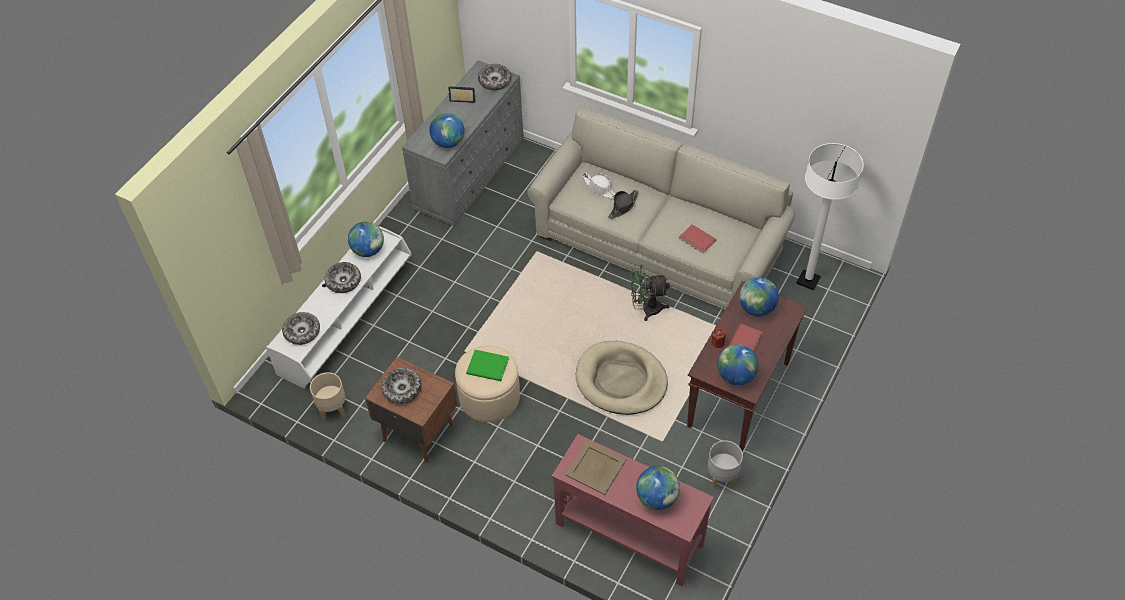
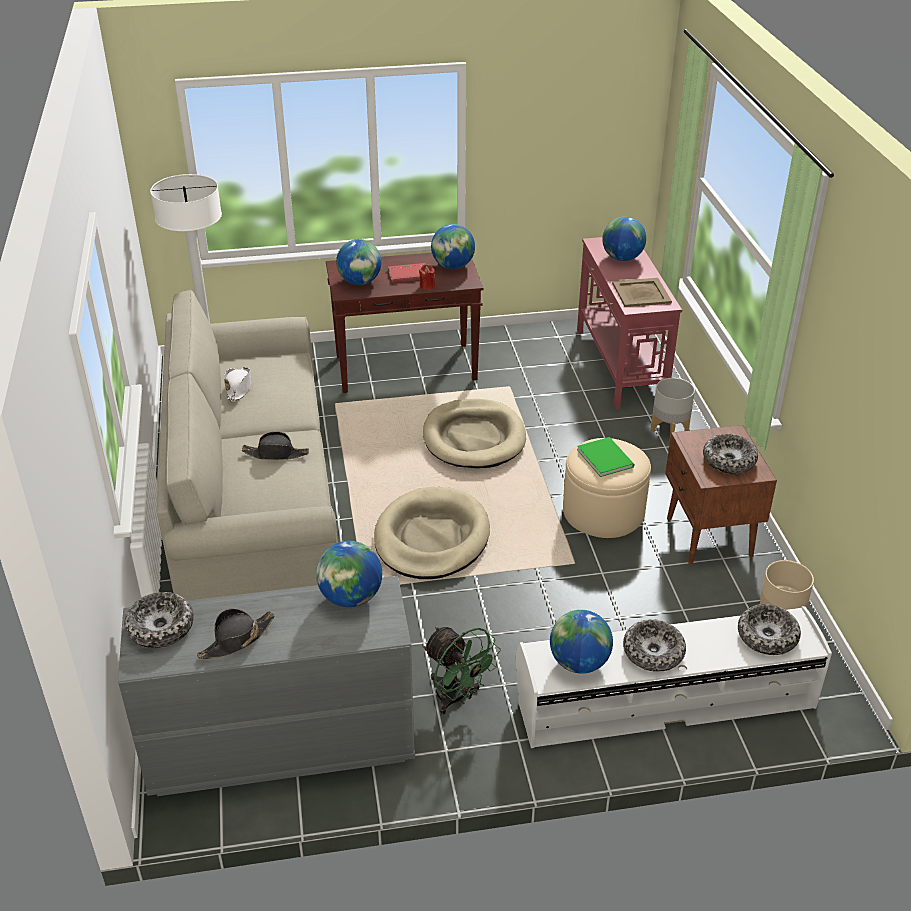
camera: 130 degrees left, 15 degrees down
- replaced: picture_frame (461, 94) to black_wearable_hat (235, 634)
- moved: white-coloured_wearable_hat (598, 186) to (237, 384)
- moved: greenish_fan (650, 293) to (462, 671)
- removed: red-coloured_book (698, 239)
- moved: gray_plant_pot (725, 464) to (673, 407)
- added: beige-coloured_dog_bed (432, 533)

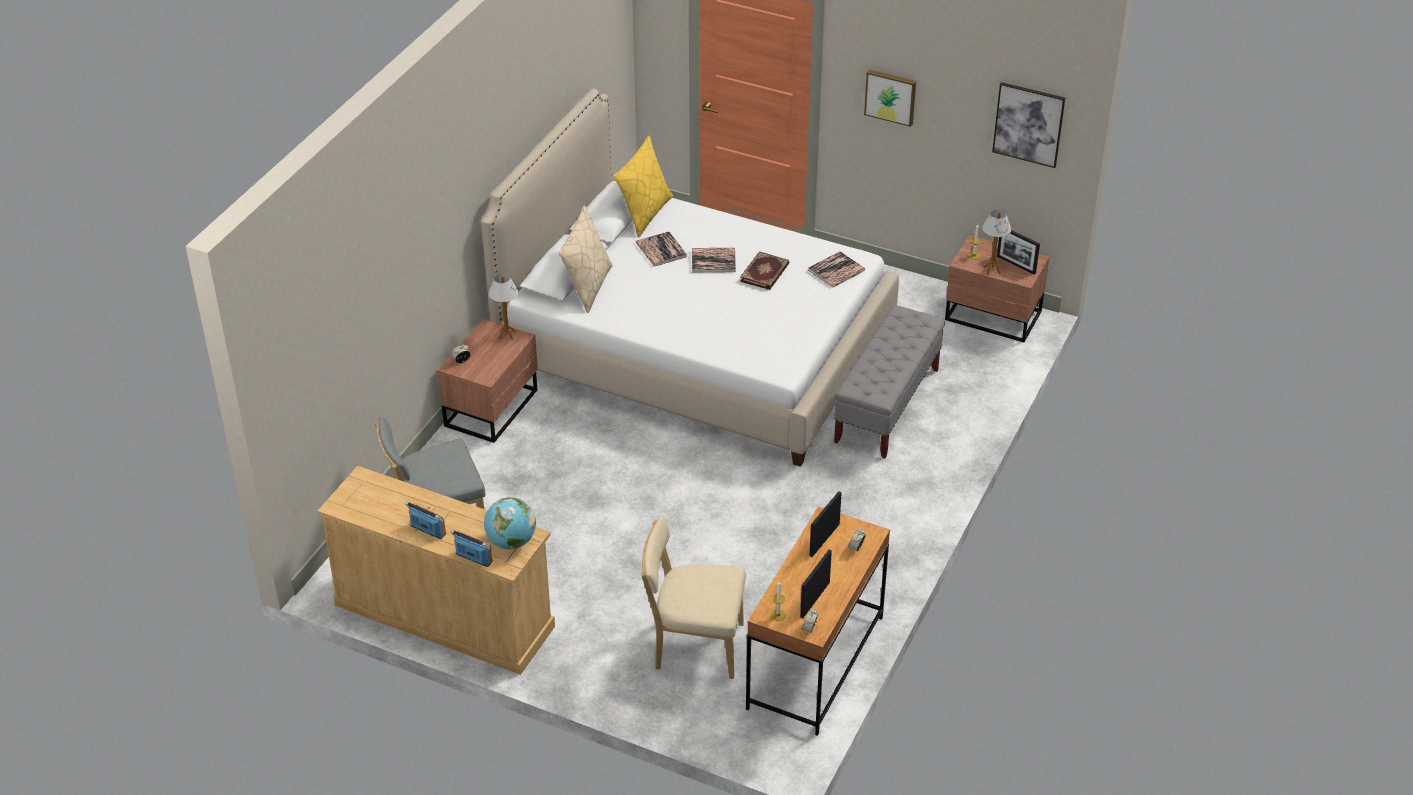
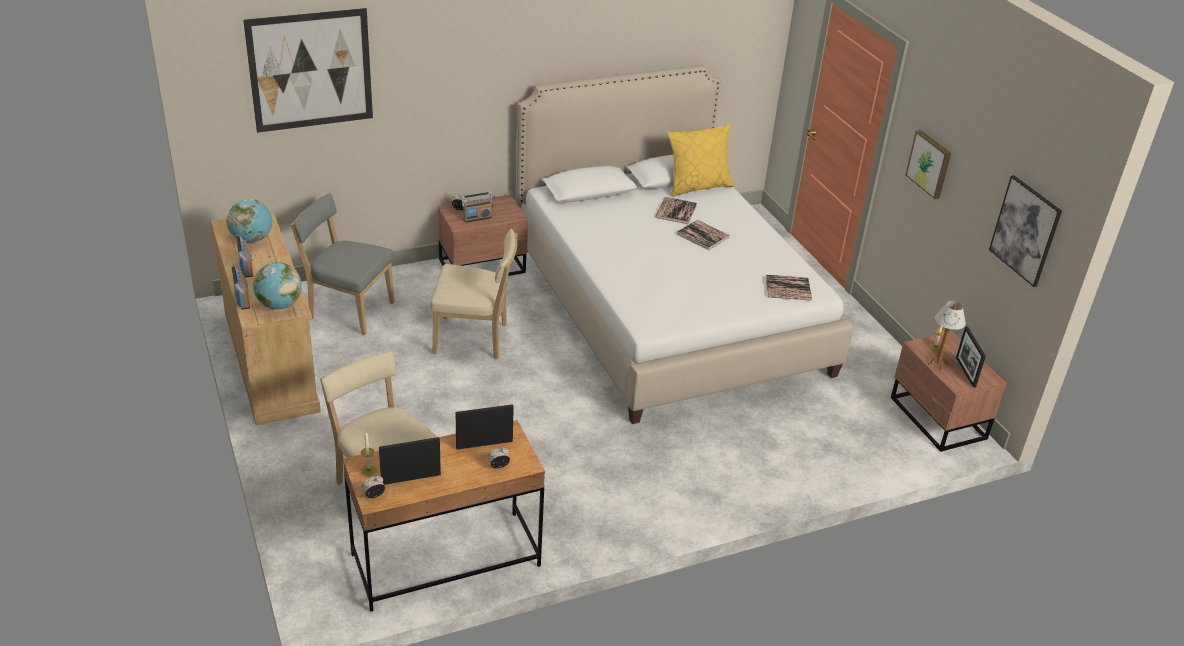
camera: 40 degrees right, 5 degrees down
- removed: lamp_for_a_table (503, 306)
- removed: beige-coloured_throw_pillow (585, 259)
- removed: book (765, 270)
- removed: gray_long_seat (889, 381)
- added: desk_globe (249, 221)
- added: wall_art (308, 70)
- added: beige-coloured_chair (474, 294)
- added: radio (477, 207)

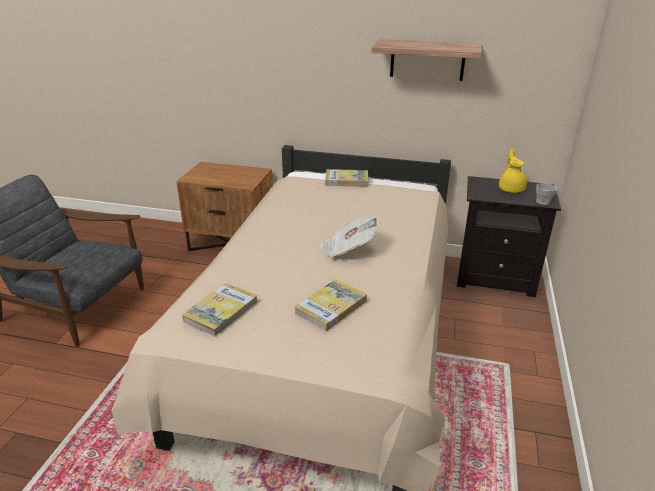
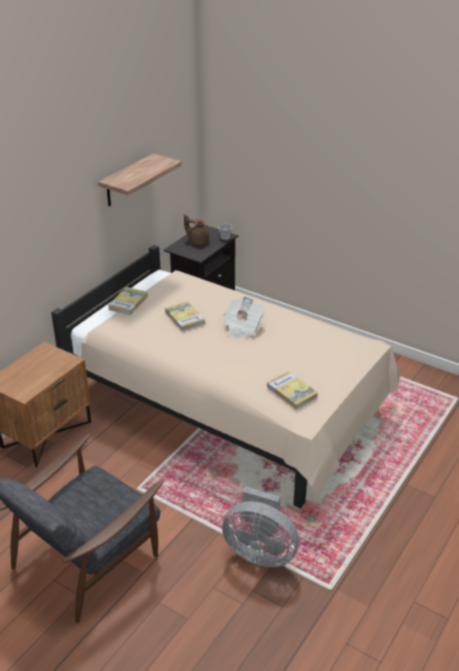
camera: 70 degrees left, 5 degrees up
- moved: book (330, 305) to (185, 316)
- recoloured: yellowish_teapot (513, 170) to brown_teapot (196, 229)
- added: gray_fan (260, 527)

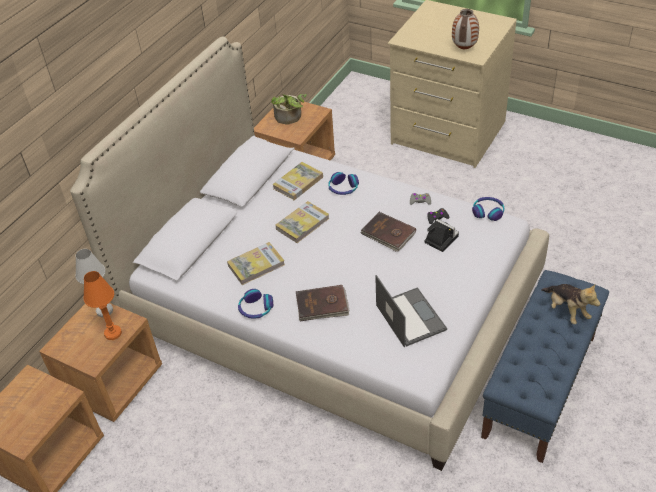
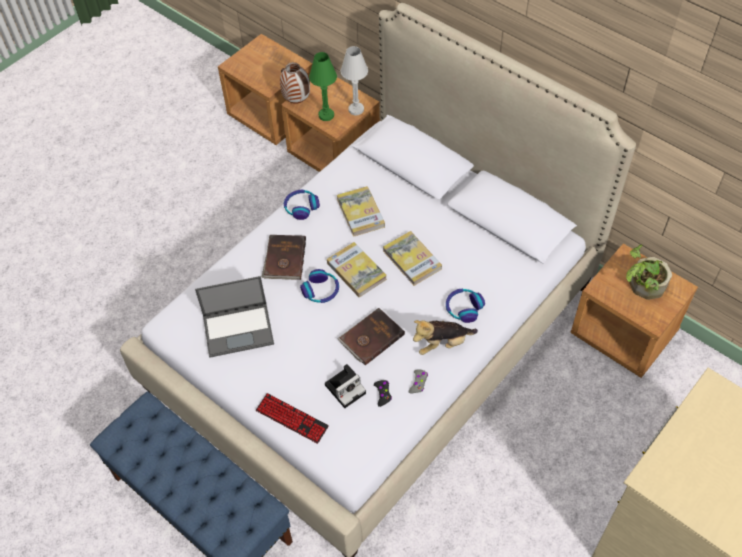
camera: 100 degrees right, 10 degrees up
- recoloured: orange-coloured_lamp_for_a_table (103, 305) to greenish_lamp_for_a_table (323, 86)
- moved: book (297, 181) to (357, 269)
- moved: decorative_vase (465, 29) to (295, 83)
- moved: headset (488, 209) to (319, 286)
- moved: soft_toy (570, 304) to (445, 337)
- added: keyboard (292, 418)

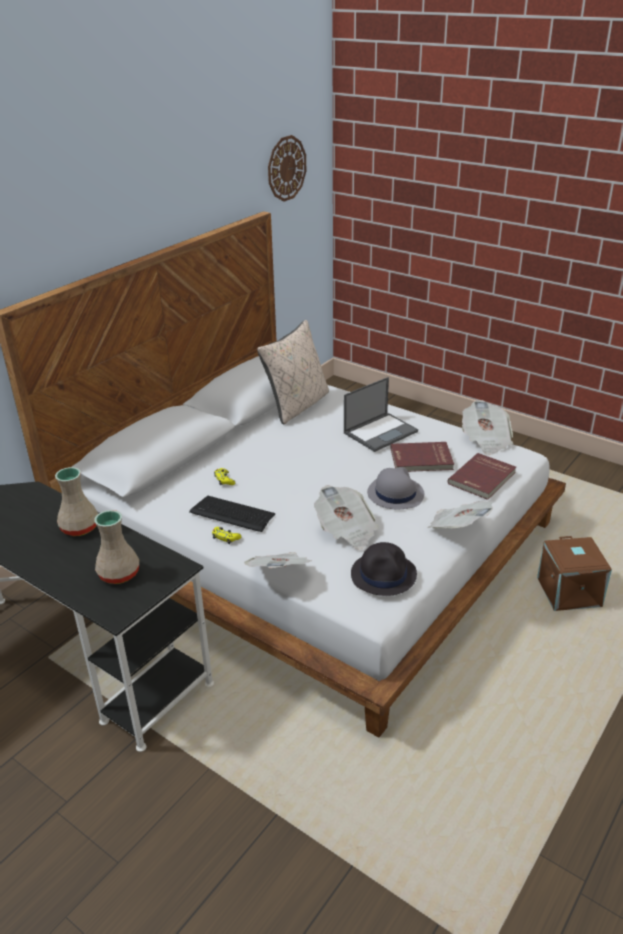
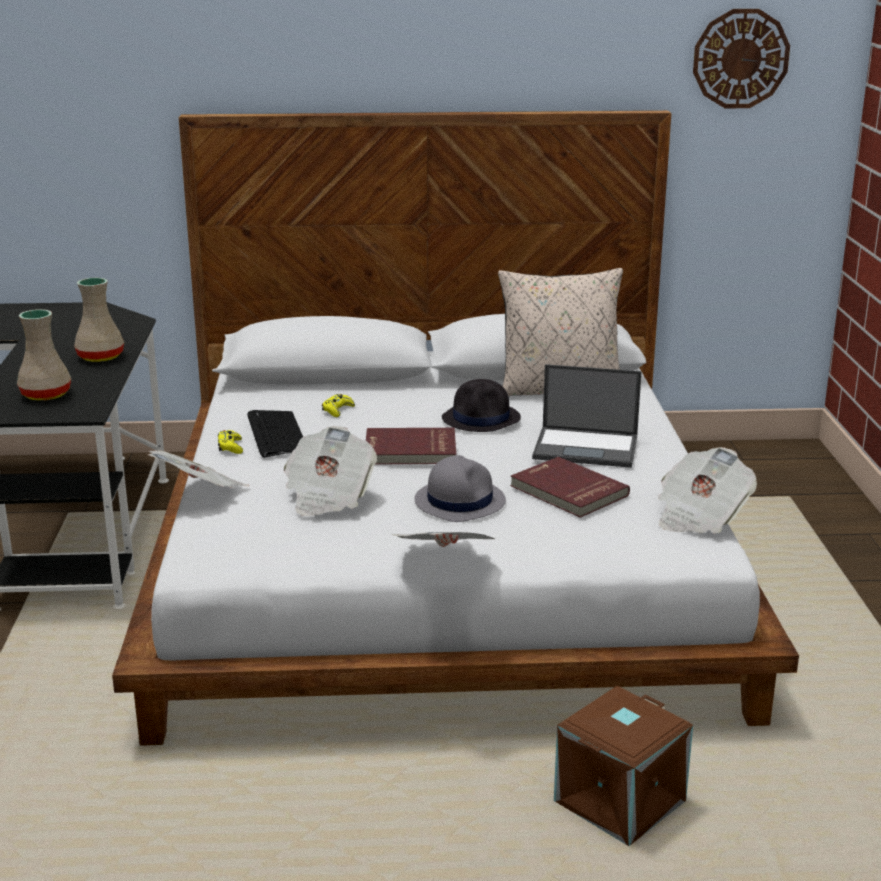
camera: 50 degrees right, 10 degrees down
- moved: black_wearable_hat (384, 569) to (481, 405)
- moved: red-coloured_book (482, 476) to (411, 446)

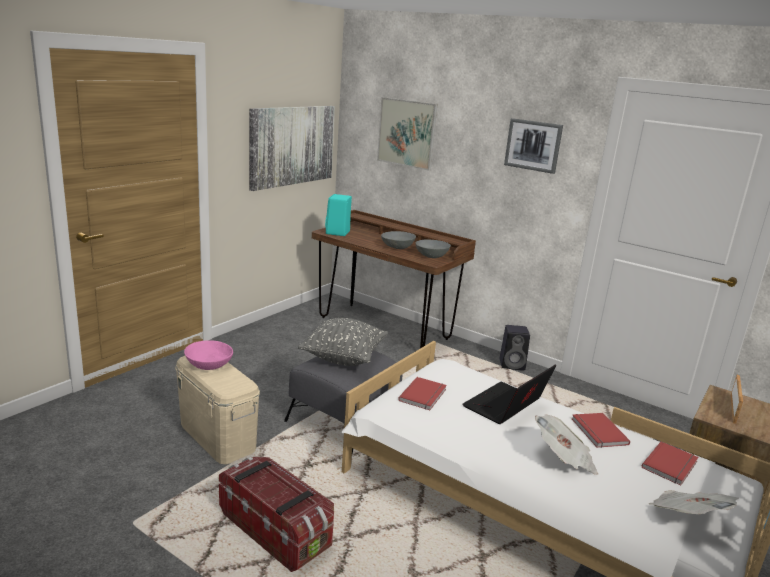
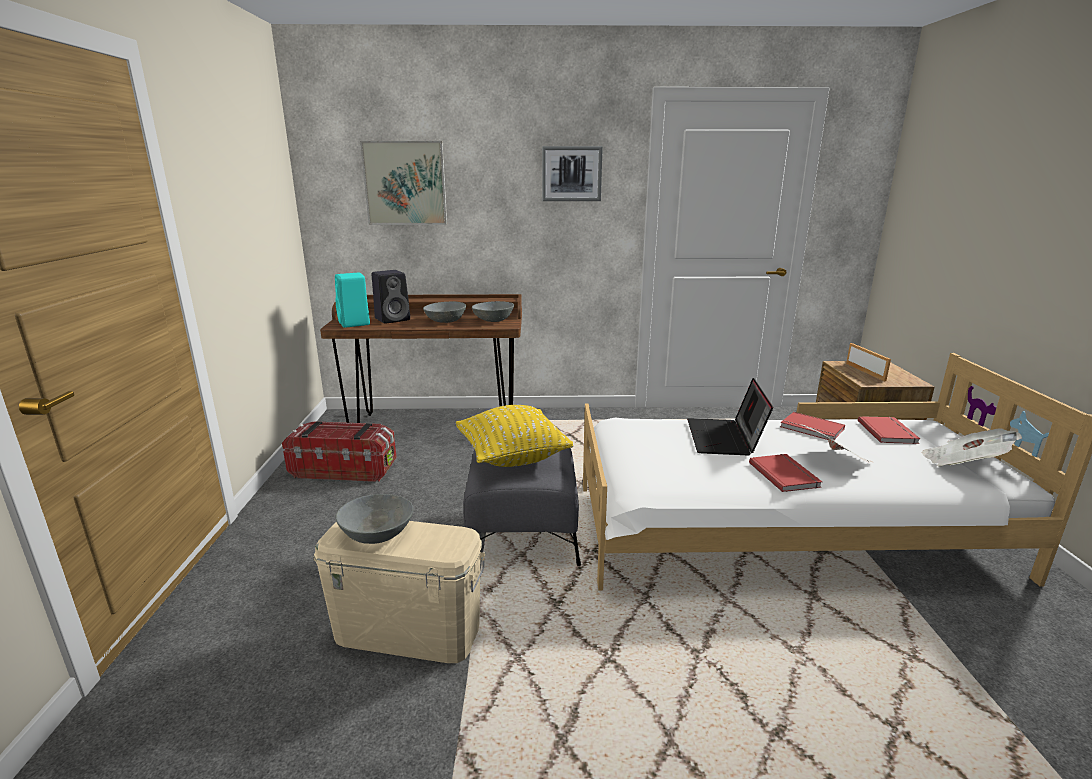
camera: 35 degrees left, 0 degrees up
- recoloured: pink_bowl (208, 355) to gray_bowl (374, 519)
- moved: storage_box (276, 514) to (339, 451)
- removed: wall_art (292, 148)
- recoloured: gray_throw_pillow (343, 342) to yellowish_throw_pillow (514, 436)
- moved: red-coloured_book (422, 393) to (785, 473)
- moved: black_loudspeaker (515, 348) to (391, 297)

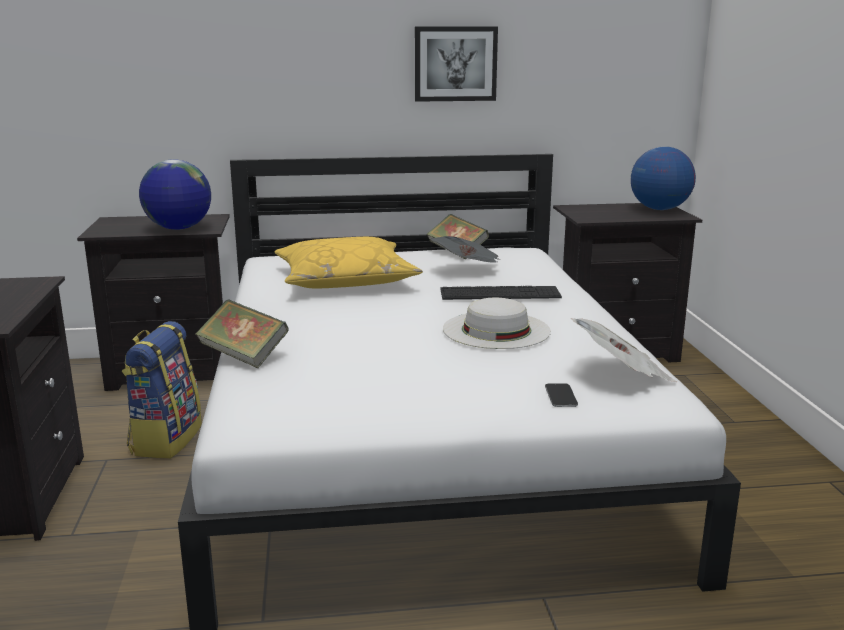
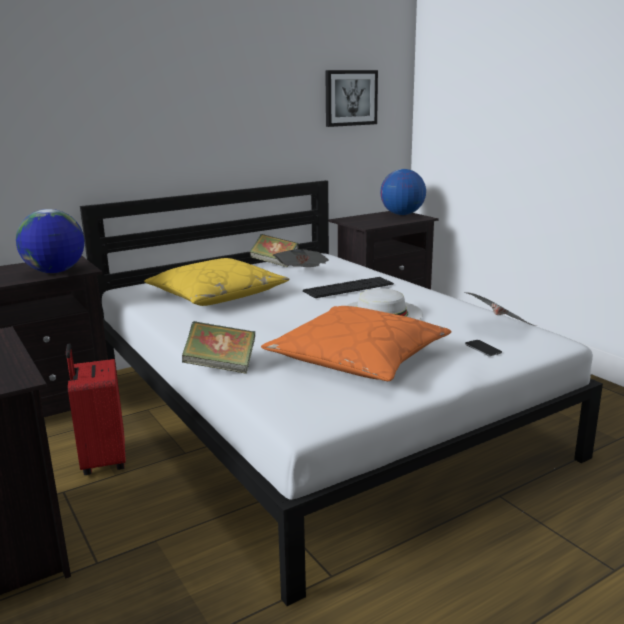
camera: 25 degrees left, 0 degrees up
- replaced: rucksack (162, 389) to red-coloured_piece_of_luggage (96, 409)
- moved: wall_art (456, 64) to (351, 98)
- added: orange-coloured_throw_pillow (356, 343)

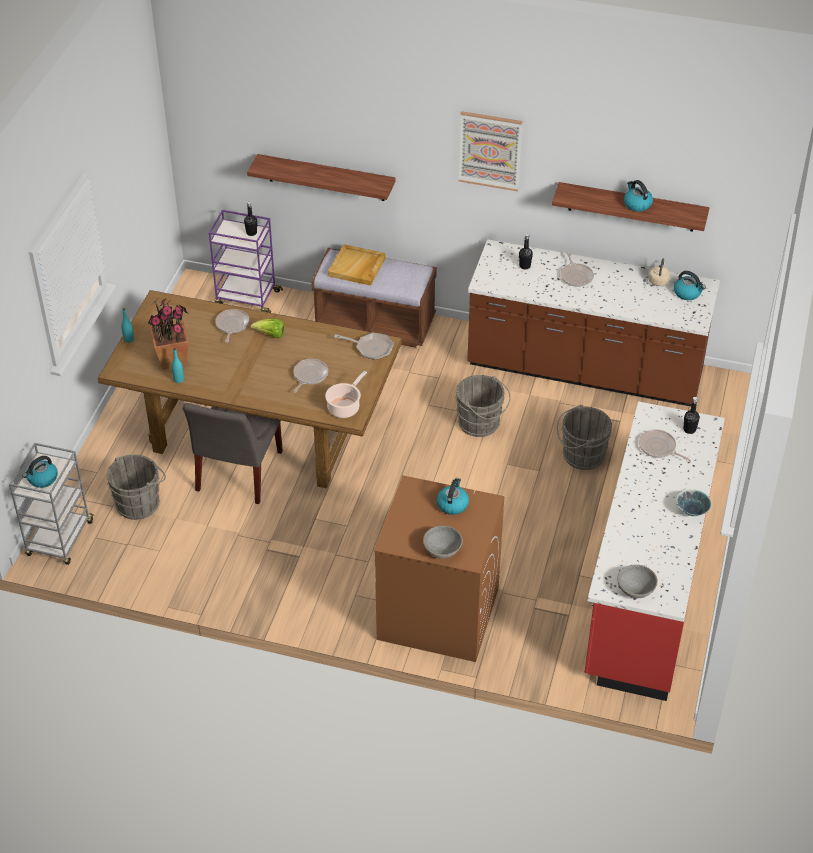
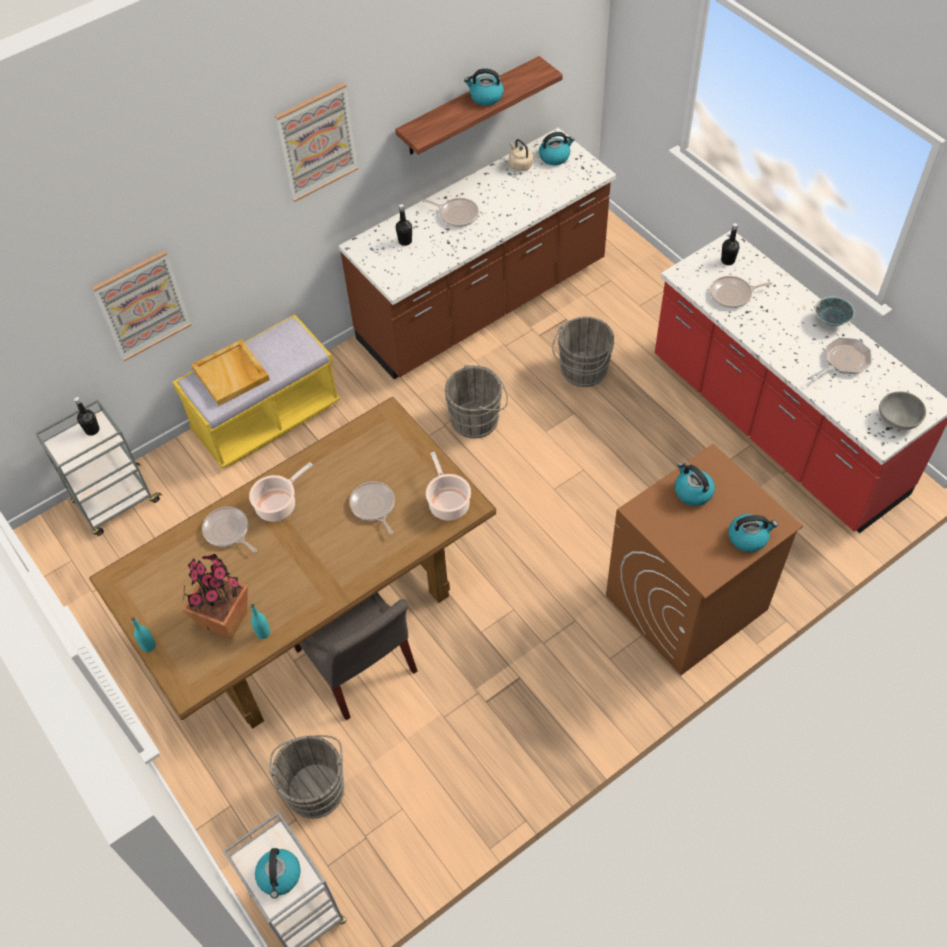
camera: 50 degrees left, 10 degrees up
- recoloured: purple_trolley (246, 261) to gray_trolley (99, 467)
- replaced: wall_shelf (321, 177) to wall_art (141, 305)
- replaced: lettuce (267, 328) to stockpot (281, 492)
- recoloured: brown_long_seat (374, 298) to yellowish_long_seat (256, 391)
- moved: skillet (364, 346) to (840, 359)
- replaced: gray_bowl (443, 542) to water_kettle (753, 533)

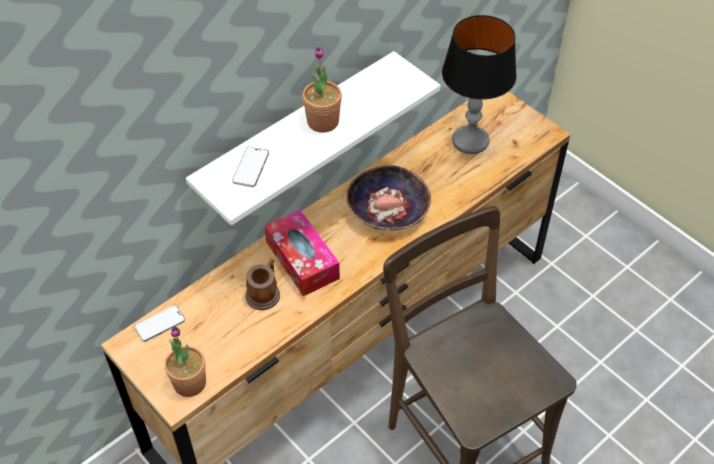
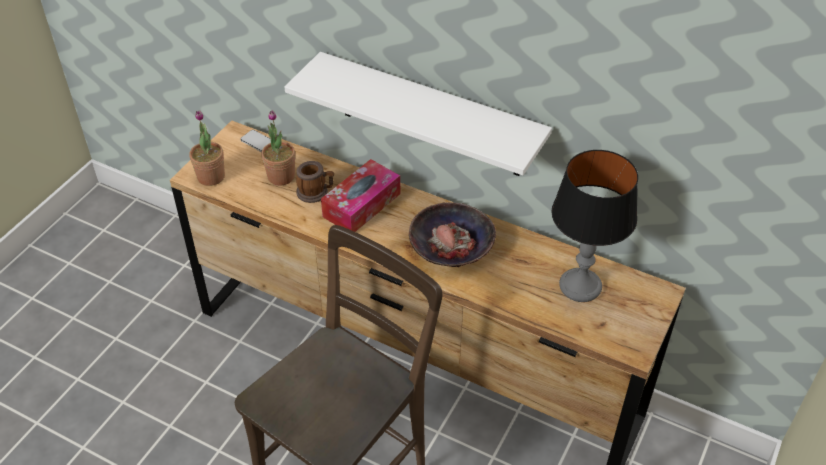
camera: 70 degrees right, 5 degrees down
- removed: handset (250, 167)
- moved: houseplant (322, 90) to (278, 148)

